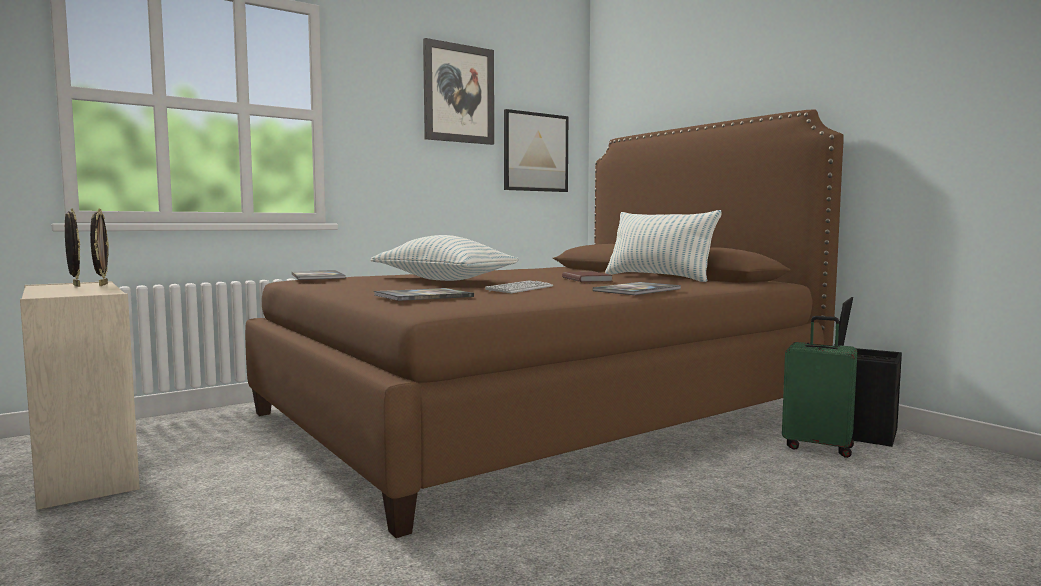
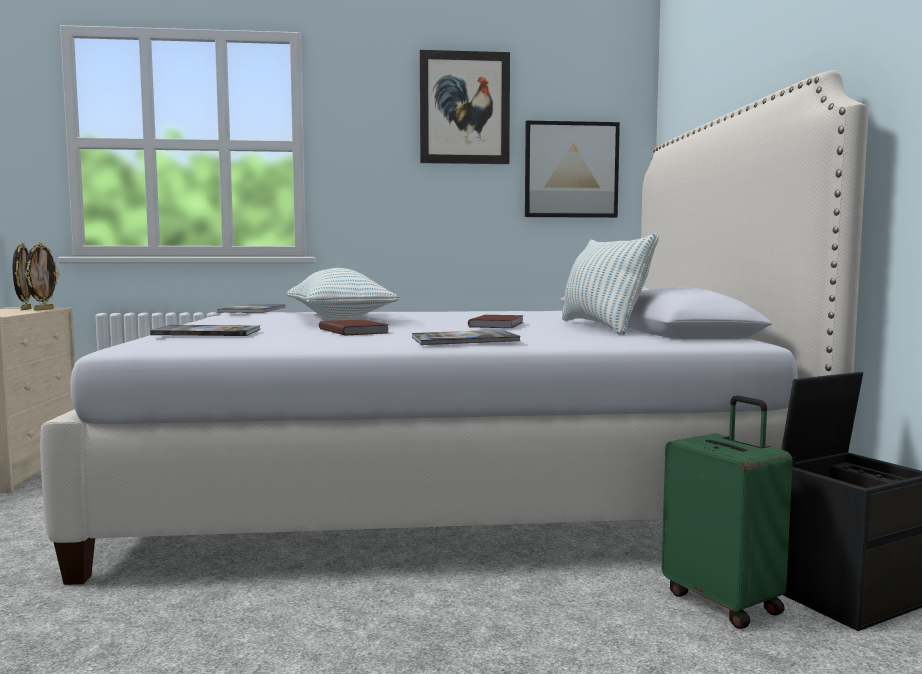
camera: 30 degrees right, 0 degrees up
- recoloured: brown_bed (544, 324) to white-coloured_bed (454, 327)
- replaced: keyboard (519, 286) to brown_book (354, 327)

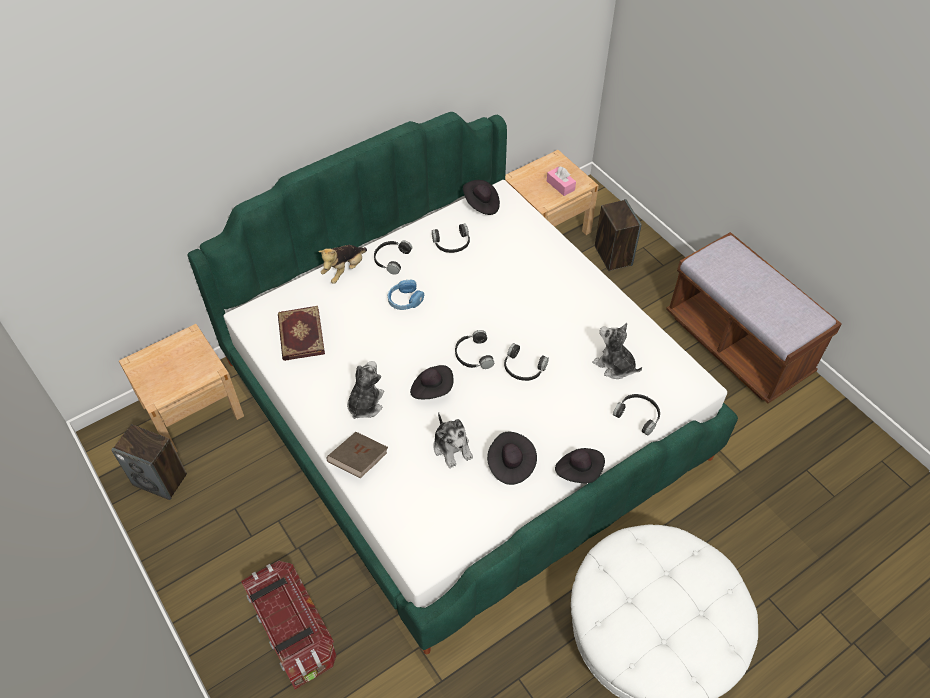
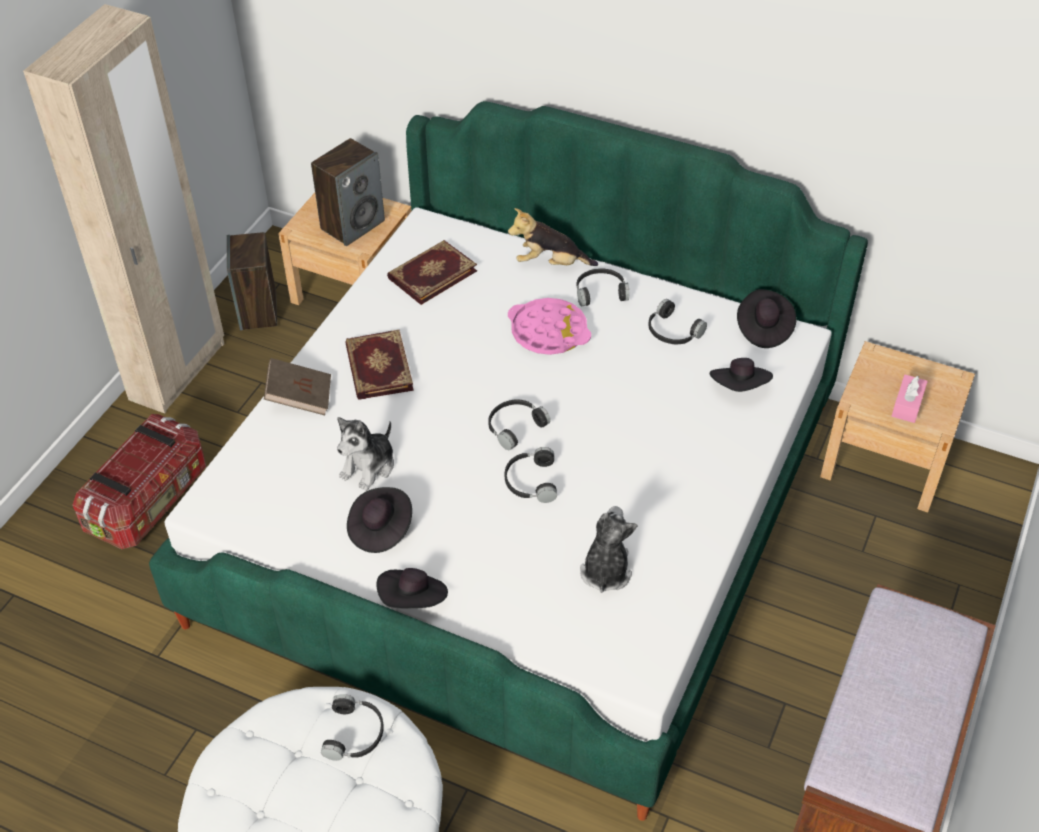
camera: 60 degrees right, 5 degrees down
- replaced: soft_toy (365, 390) to book (379, 365)
- replaced: blue_headset (406, 295) to pink_carrying_tray (549, 326)
- moved: black_wearable_hat (432, 382) to (741, 375)
- moved: loudspeaker (618, 235) to (348, 192)
- moved: black_headset (636, 415) to (352, 727)
- added: beige-coloured_armoire (123, 208)

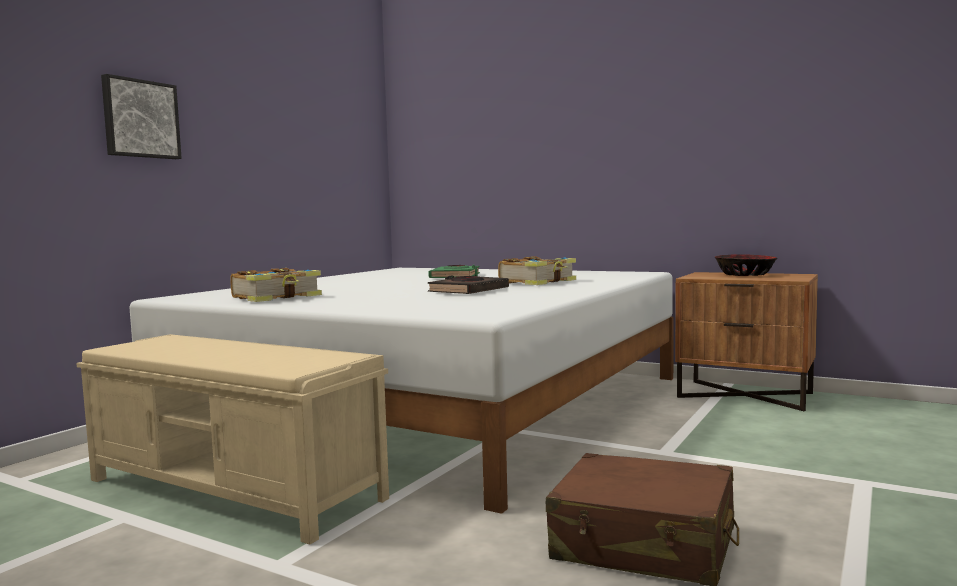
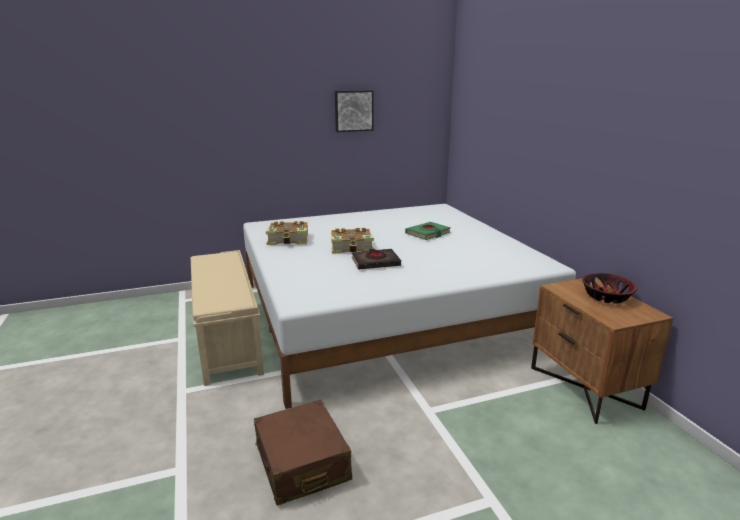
camera: 40 degrees right, 15 degrees up
- moved: wall_art (141, 116) to (354, 111)
- moved: book (537, 270) to (352, 241)

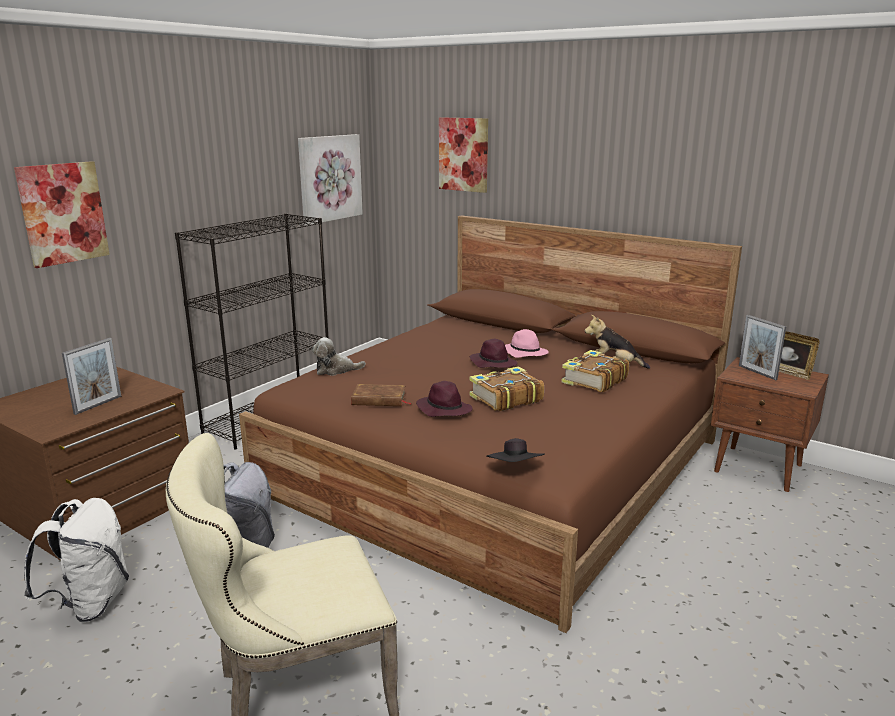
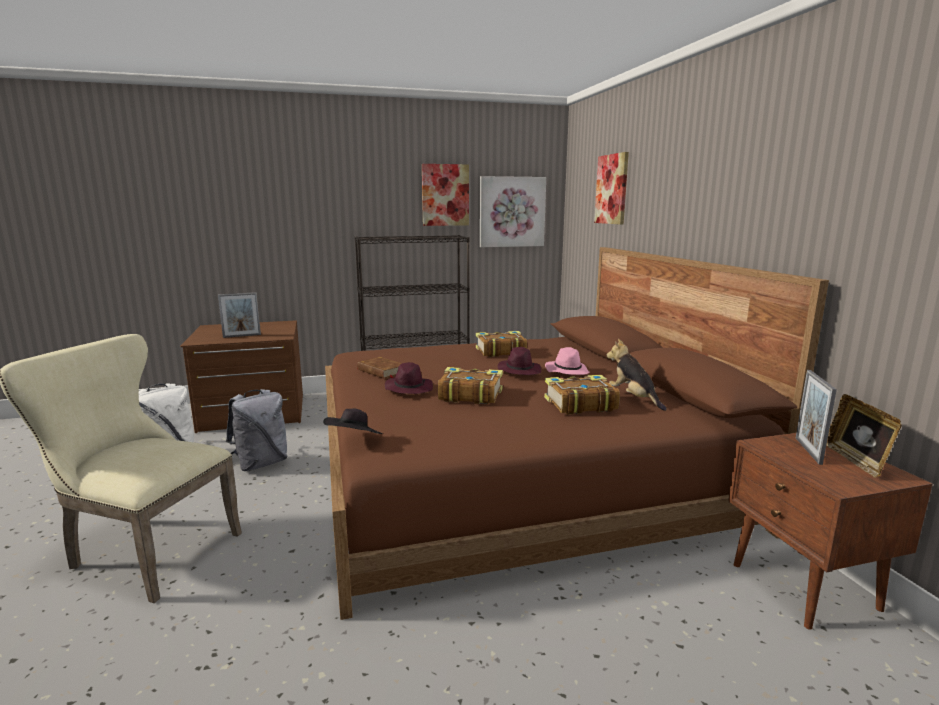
camera: 40 degrees right, 5 degrees down
- moved: wall_art (62, 214) to (445, 195)
- removed: soft_toy (339, 356)
- added: book (501, 344)

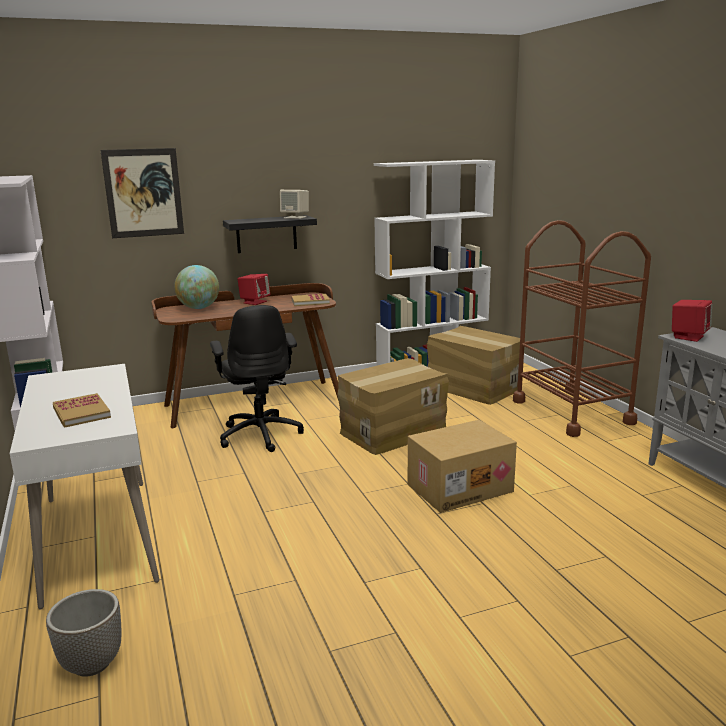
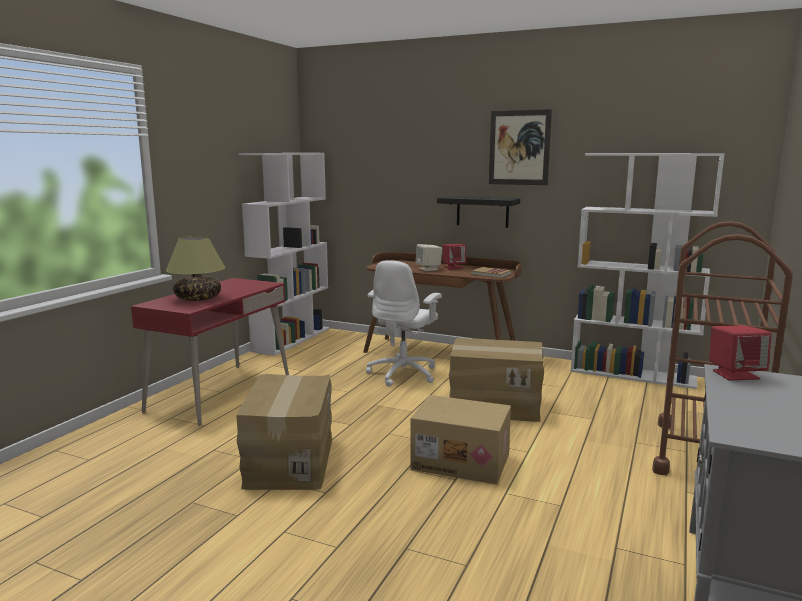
camera: 45 degrees right, 5 degrees down
- recoloured: white-coloured_desk (84, 486) to red-coloured_desk (210, 352)
- removed: plant_pot (84, 633)
- replaced: book (82, 410) to lamp_for_a_table (195, 268)
- moved: wall_art (142, 193) to (520, 147)
- removed: desk_globe (196, 287)
- recoloured: black_desk_chair (257, 378) to white-coloured_desk_chair (404, 323)
- moved: beige-coloured_loudspeaker (294, 204) to (429, 257)
- moved: packing_box (473, 365) to (284, 432)

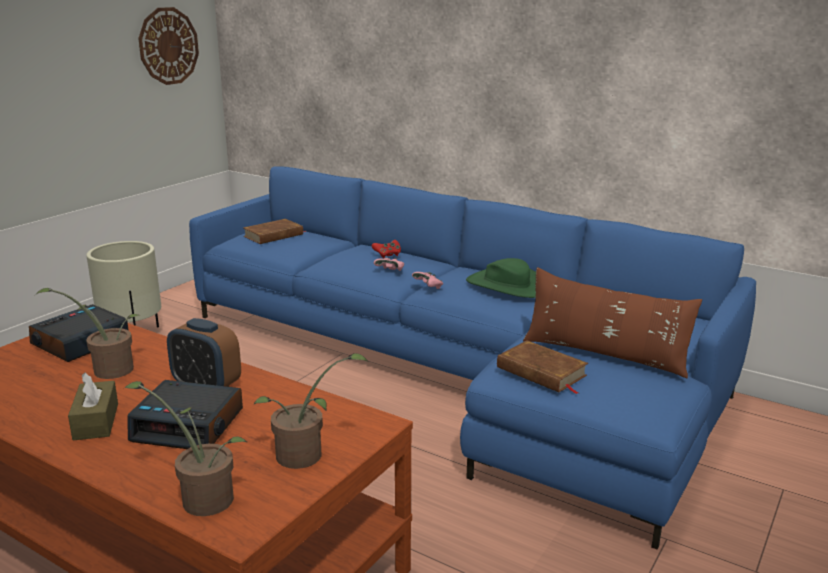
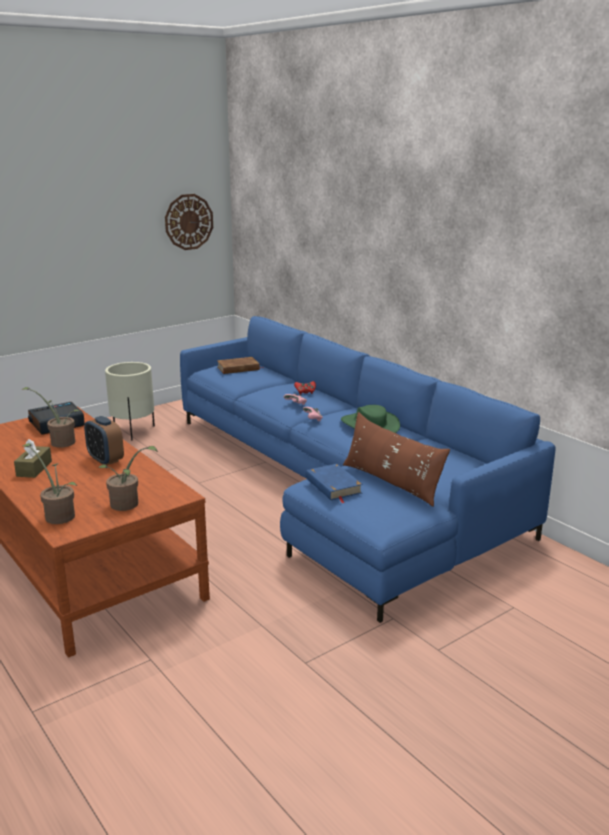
camera: 20 degrees right, 0 degrees up
- removed: alarm_clock (185, 414)
- recoloured: brown_book (542, 367) to blue_book (334, 483)

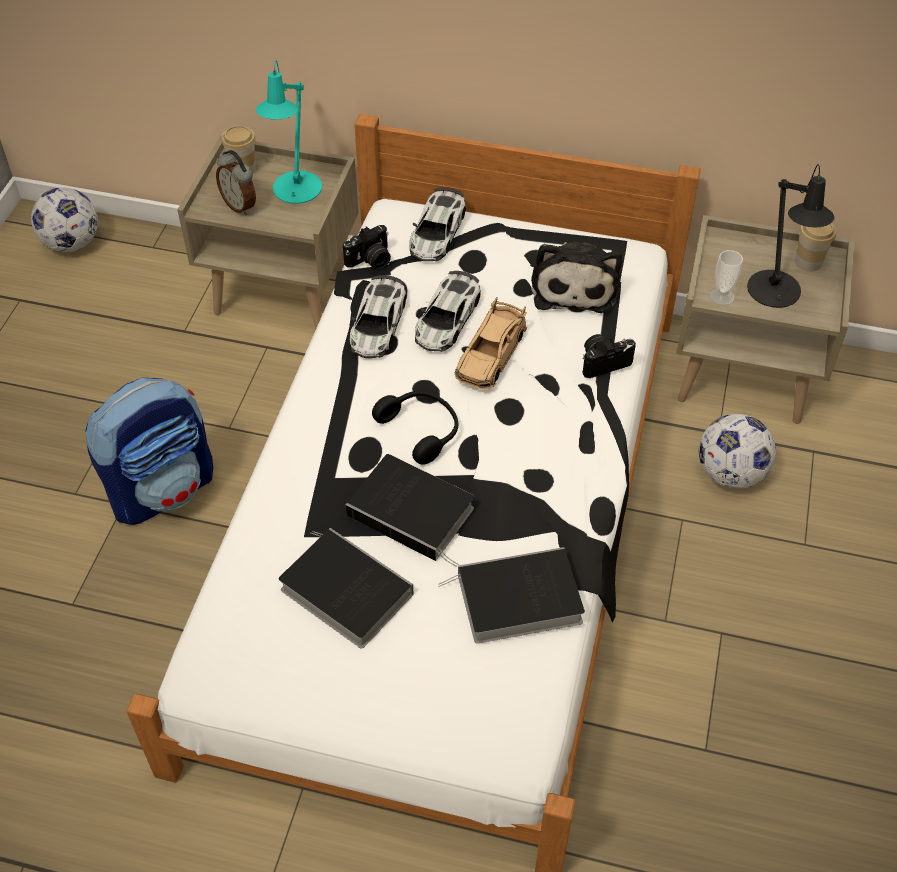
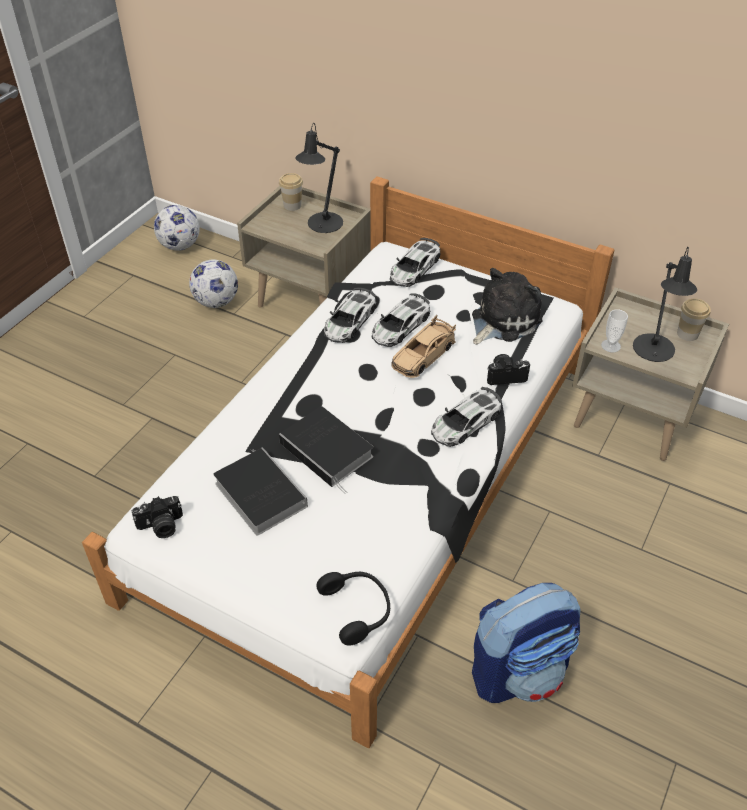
camera: 15 degrees right, 5 degrees down
- moved: rucksack (149, 451) to (526, 643)
- removed: alarm_clock (236, 182)
- recoloured: turquoise_lamp_for_a_table (289, 132) to black_lamp_for_a_table (319, 178)
- moved: photo_camera (367, 247) to (157, 517)
- moved: black_headset (415, 428) to (353, 609)
- removed: book (511, 595)
- turned: soft_toy (576, 277) = (507, 306) 150 degrees counterclockwise
- moved: ball_for_football (737, 451) to (213, 284)
- added: toy_car (466, 417)

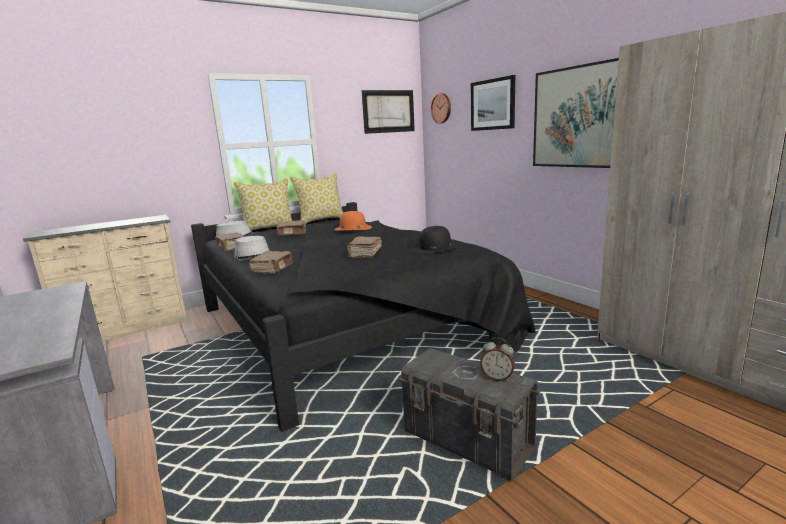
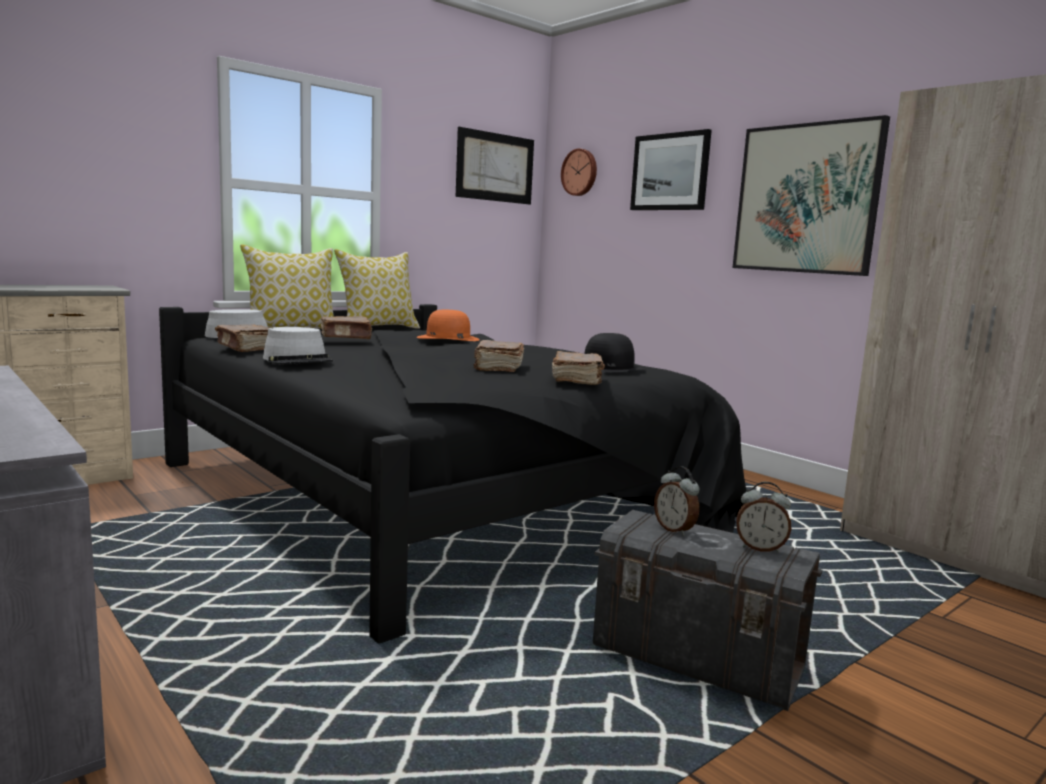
camera: 10 degrees left, 5 degrees down
- moved: brown_book (271, 262) to (578, 368)
- added: alarm_clock (677, 501)

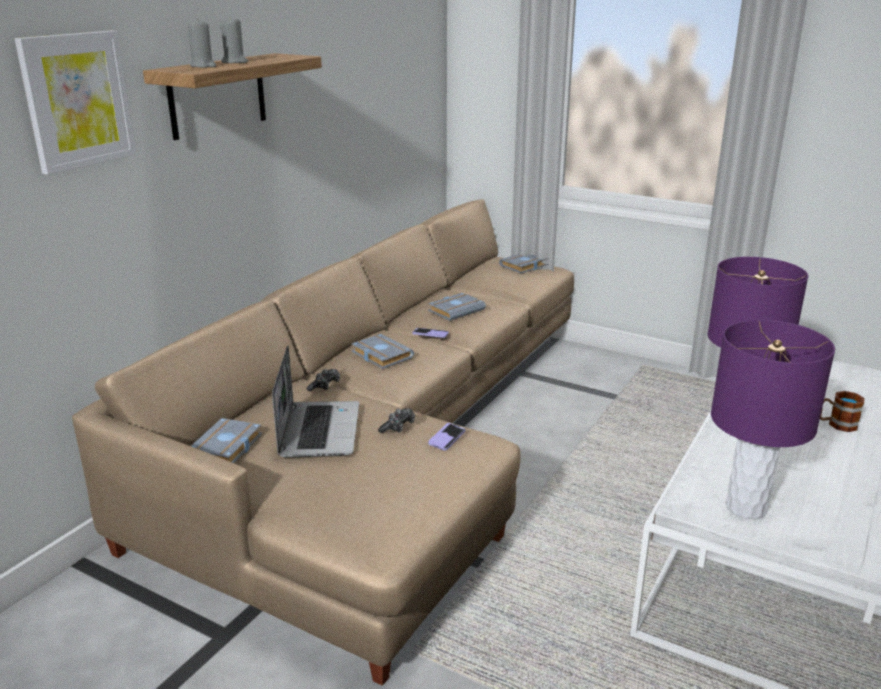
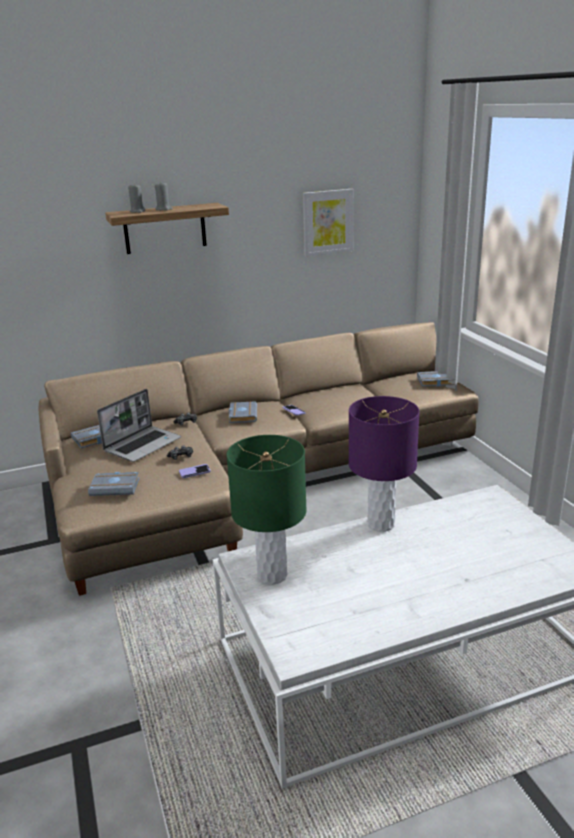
camera: 40 degrees right, 0 degrees up
- moved: wall_art (75, 103) to (328, 222)
- moved: gray_book (457, 307) to (114, 484)
- recoloured: purple_lamp_for_a_table (773, 419) to greenish_lamp_for_a_table (267, 510)
- removed: mug (842, 411)

